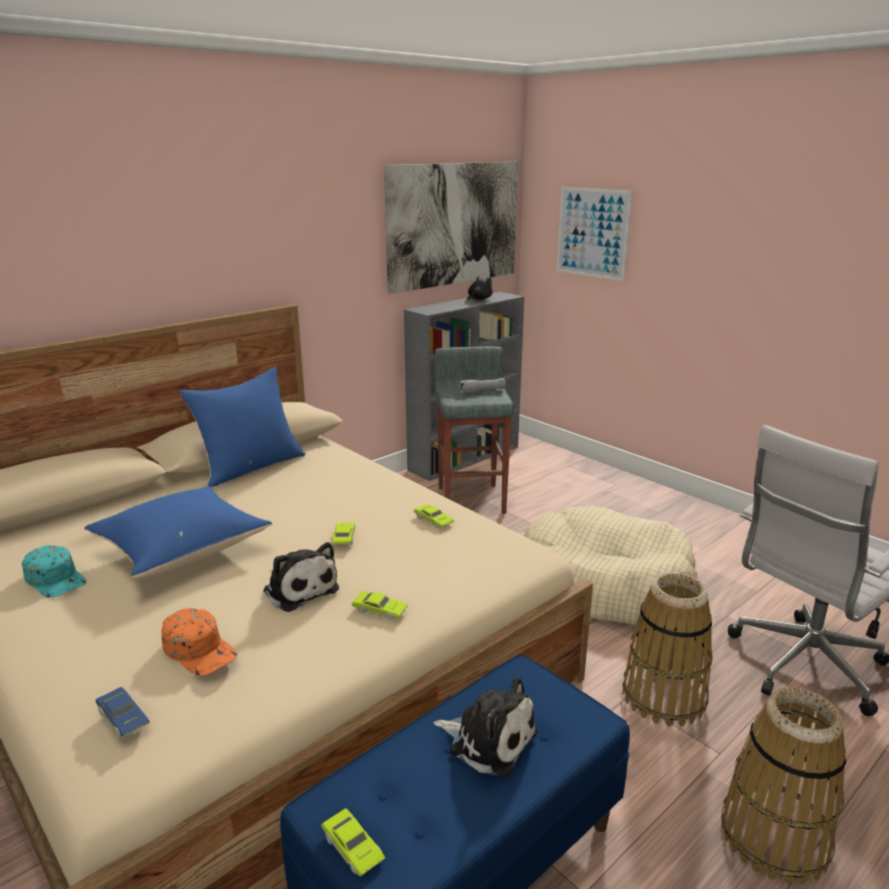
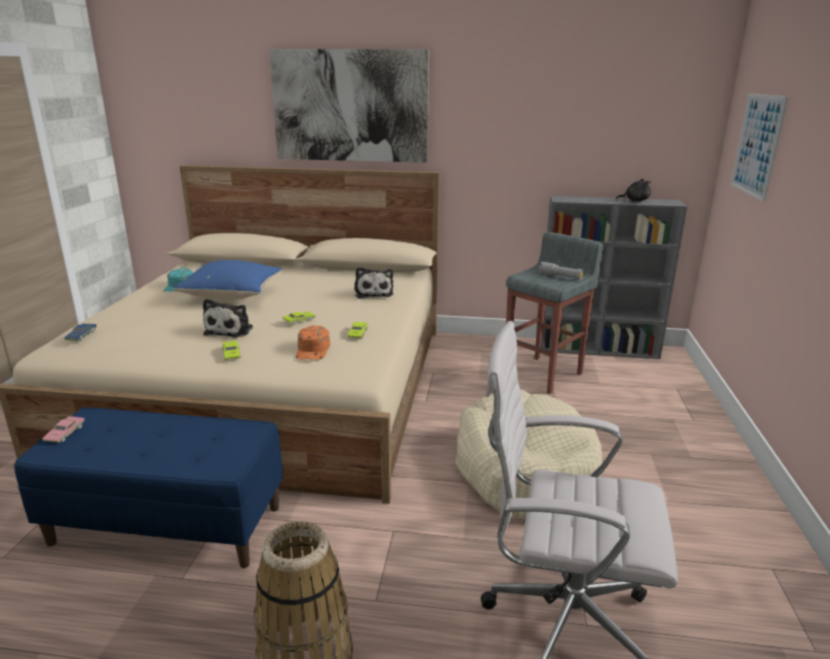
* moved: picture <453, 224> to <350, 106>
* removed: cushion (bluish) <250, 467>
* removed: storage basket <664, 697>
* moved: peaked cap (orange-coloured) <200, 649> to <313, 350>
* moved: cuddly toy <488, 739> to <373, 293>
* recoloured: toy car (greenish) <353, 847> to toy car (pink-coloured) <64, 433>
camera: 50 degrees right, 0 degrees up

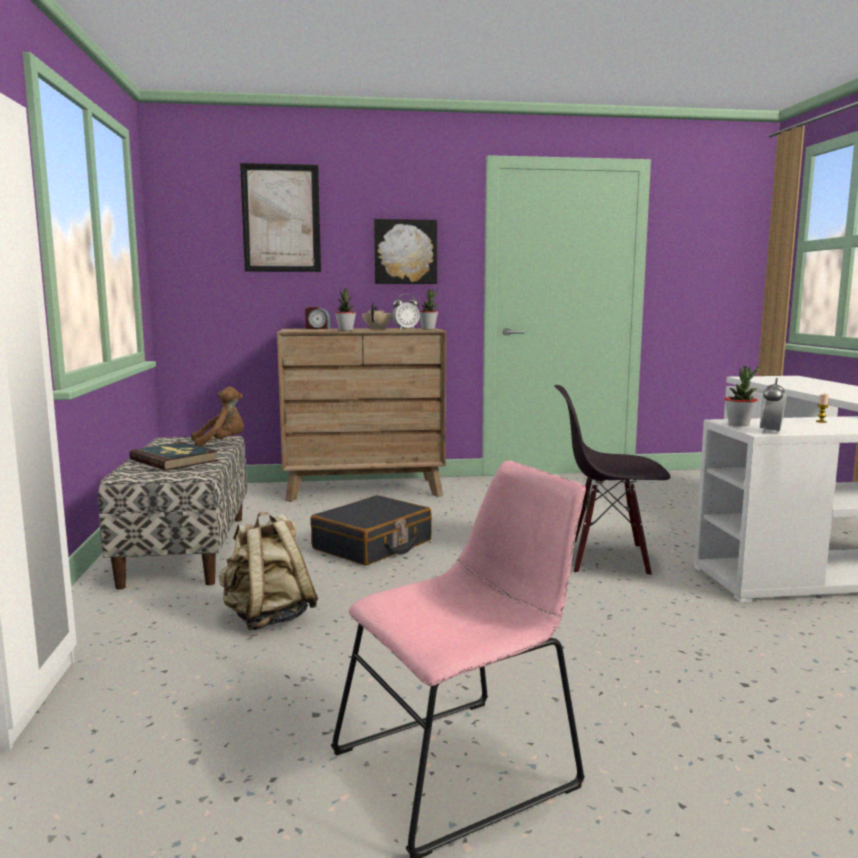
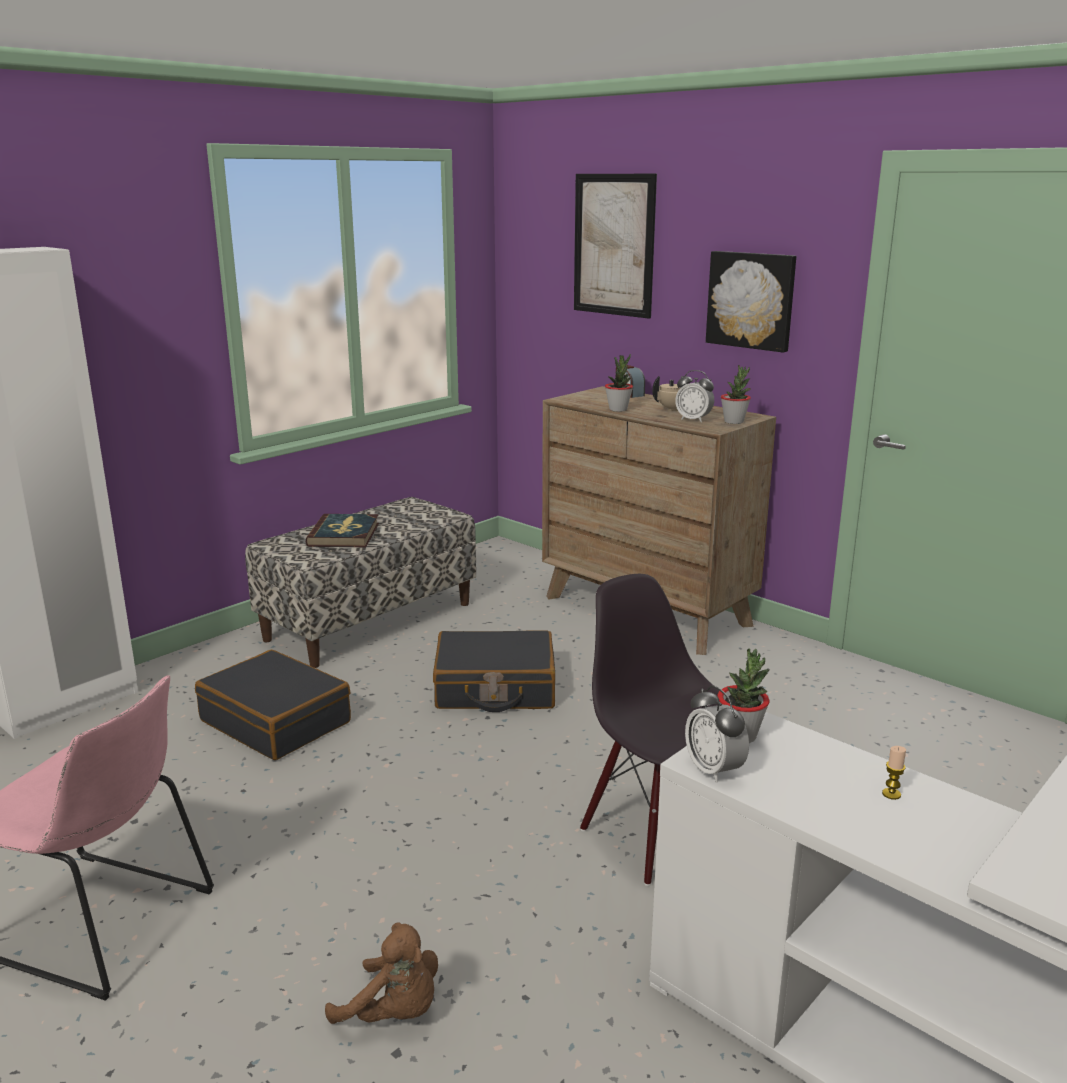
* turned: bedside clock <771, 432> = <714, 770> 105 degrees counterclockwise
* moved: cuddly toy (brown) <221, 444> to <393, 1013>
* replaced: backpack (beige) <268, 618> to travel case (black) <276, 721>
camera: 50 degrees right, 10 degrees up

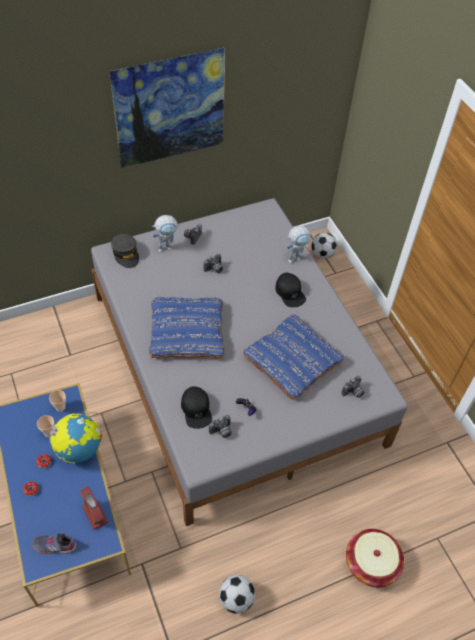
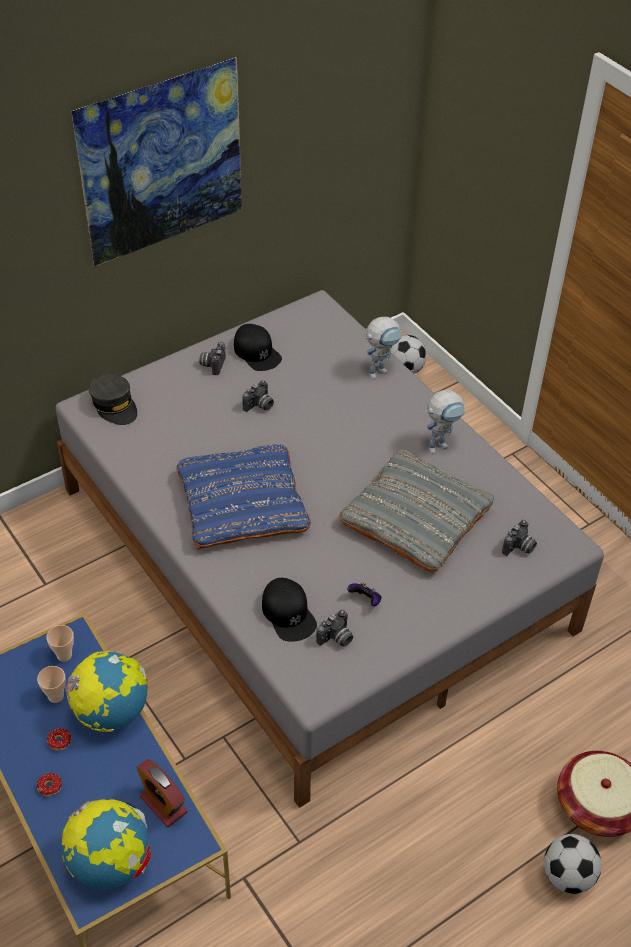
* moved: model robot <167, 247> to <440, 444>
* moved: peaked cap (black) <290, 292> to <257, 352>
* recoloured: cushion (bluish) <292, 360> to cushion (grey) <416, 517>
* replaced: shoe (grey) <55, 545> to globe <111, 863>
* moved: football <236, 599> to <567, 876>
camera: 10 degrees left, 5 degrees down

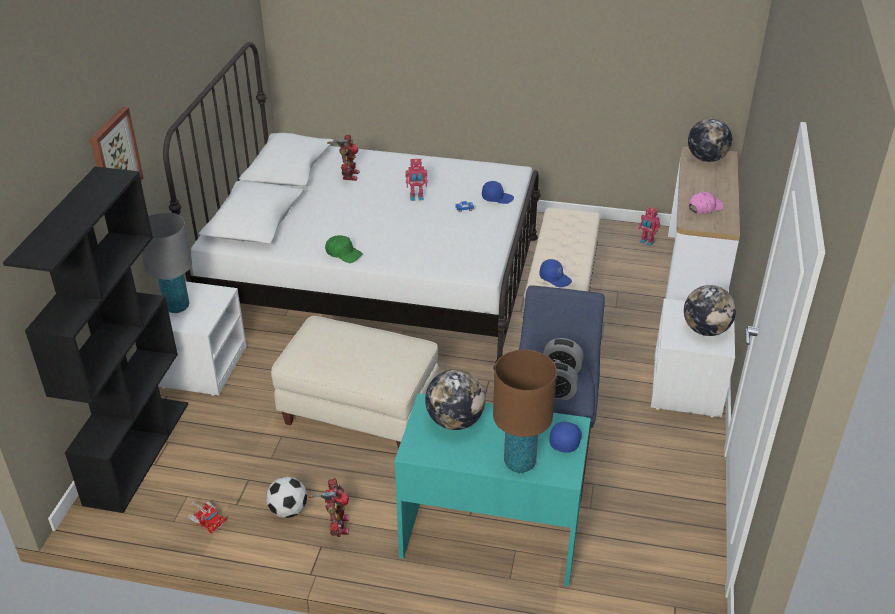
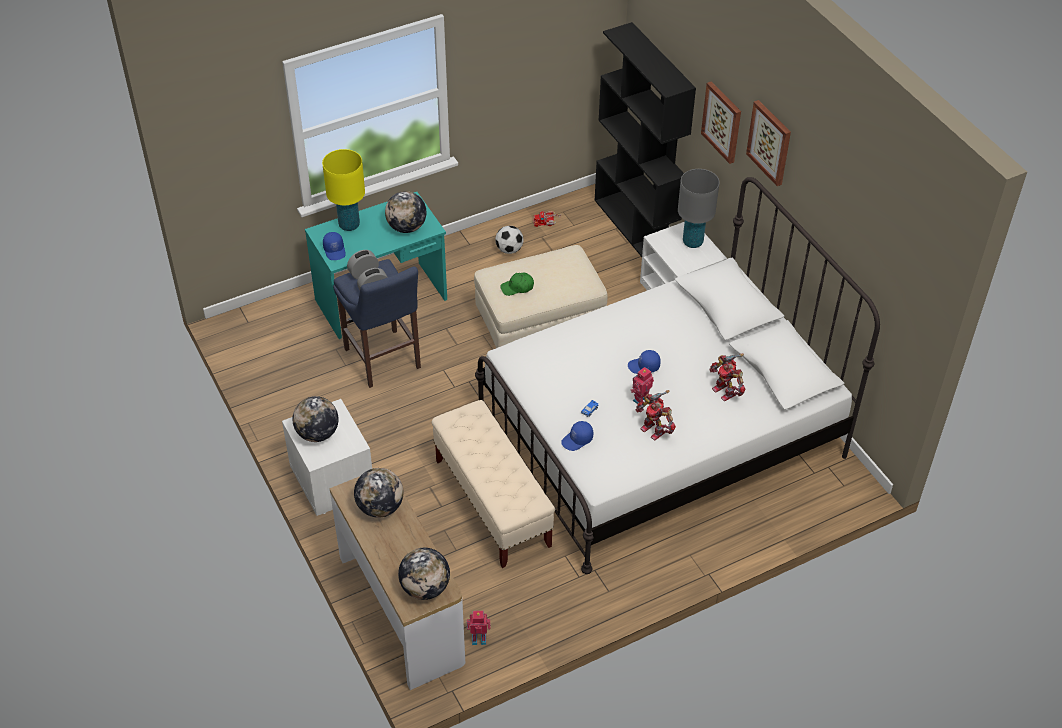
* replaced: peaked cap (pink-coloured) <704, 208> to globe <380, 507>
* moved: peaked cap (greenish) <343, 253> to <517, 287>
* moved: peaked cap (bluish) <555, 278> to <644, 366>
* recoloured: tabletop lamp (brown) <519, 462> to tabletop lamp (yellow) <349, 225>
* moved: model robot <337, 525> to <654, 429>
* added: picture <770, 142>
camera: 140 degrees right, 10 degrees up

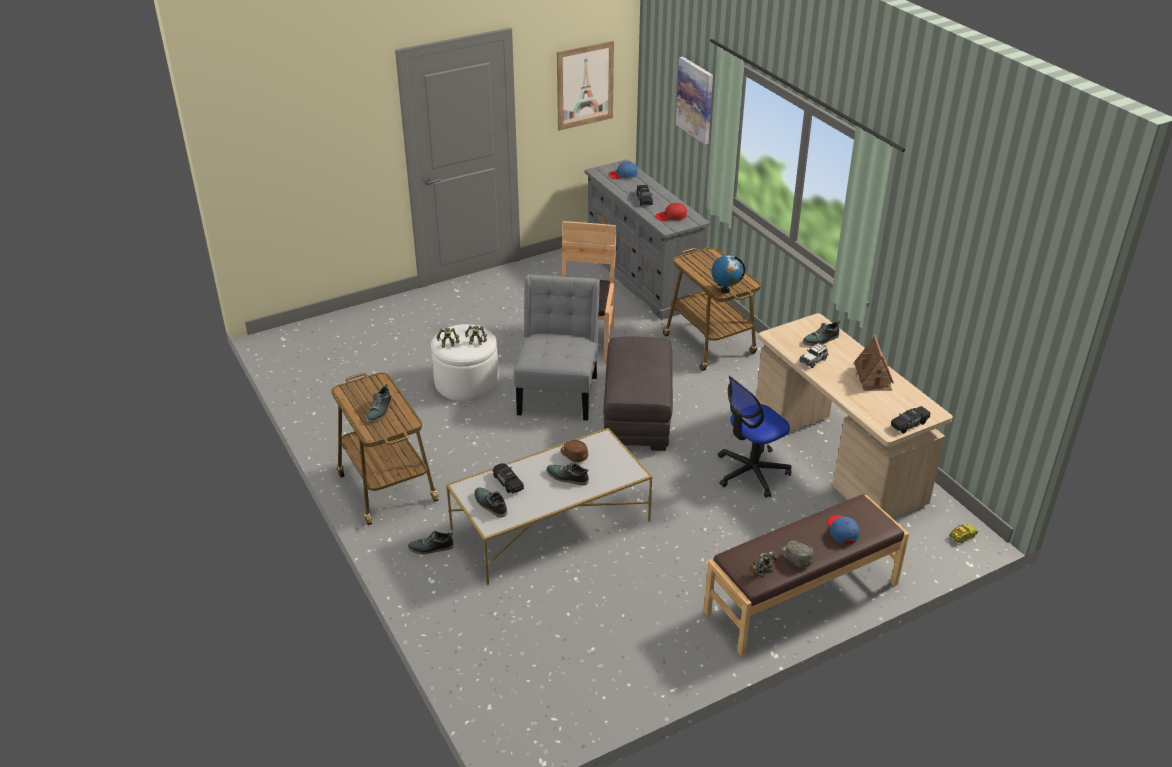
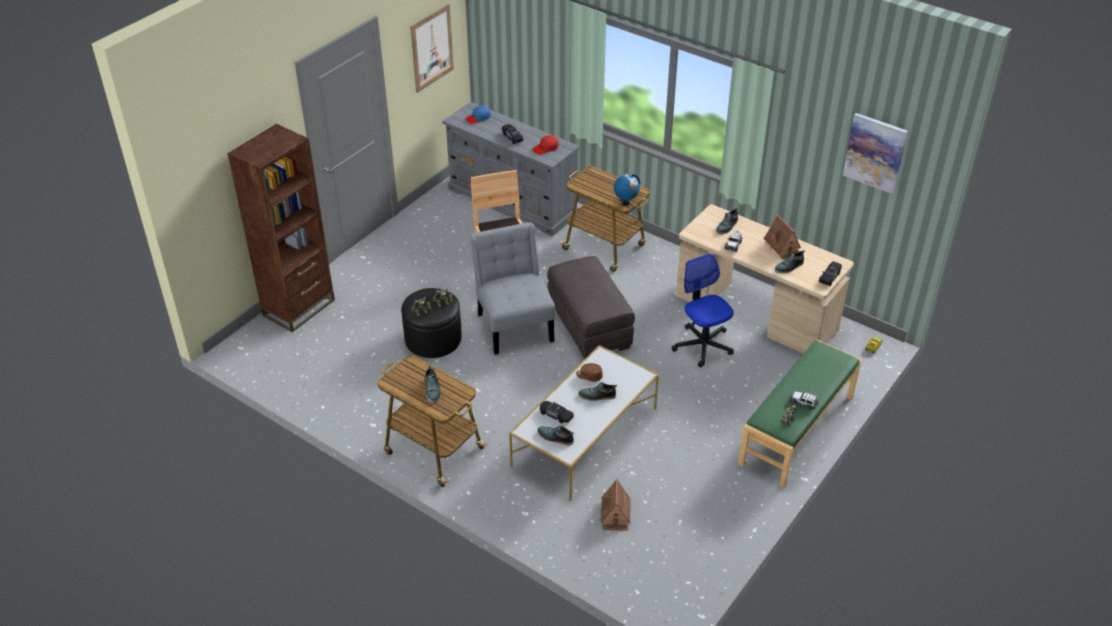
* moved: picture <695, 100> to <875, 152>
* recoloured: pouffe (white) <466, 382> to pouffe (black) <433, 339>
* turned: desk chair <751, 472> = <703, 345> 120 degrees clockwise
* recoloured: long seat (brown) <802, 598> to long seat (greenish) <797, 431>
* removed: peaked cap (bluish) <842, 531>
* moved: shoe <431, 548> to <789, 267>
* replaced: peaked cap (grey) <796, 557> to toy car <803, 403>
* added: bookshelf (brown) <299, 307>
* added: miniature house <615, 514>
camera: 25 degrees left, 5 degrees up

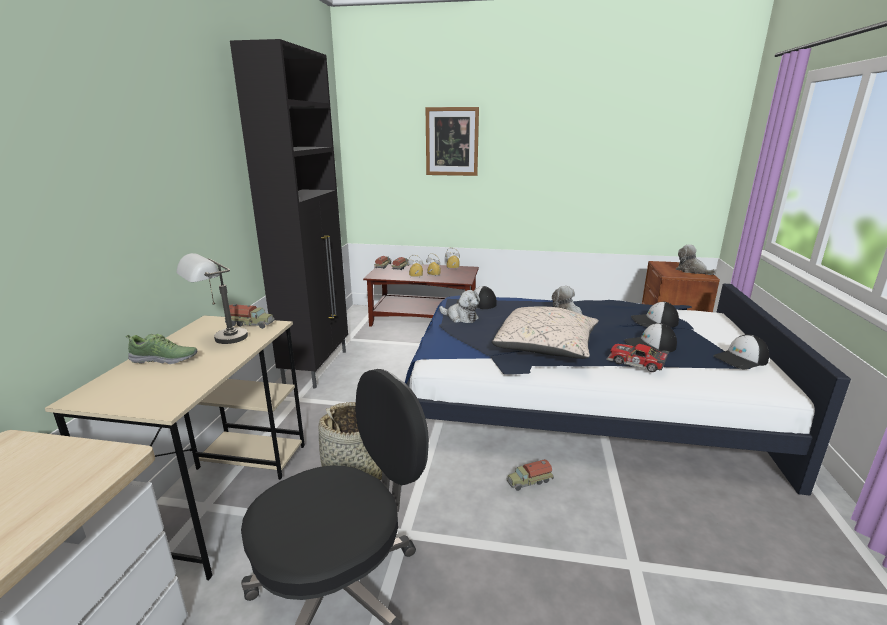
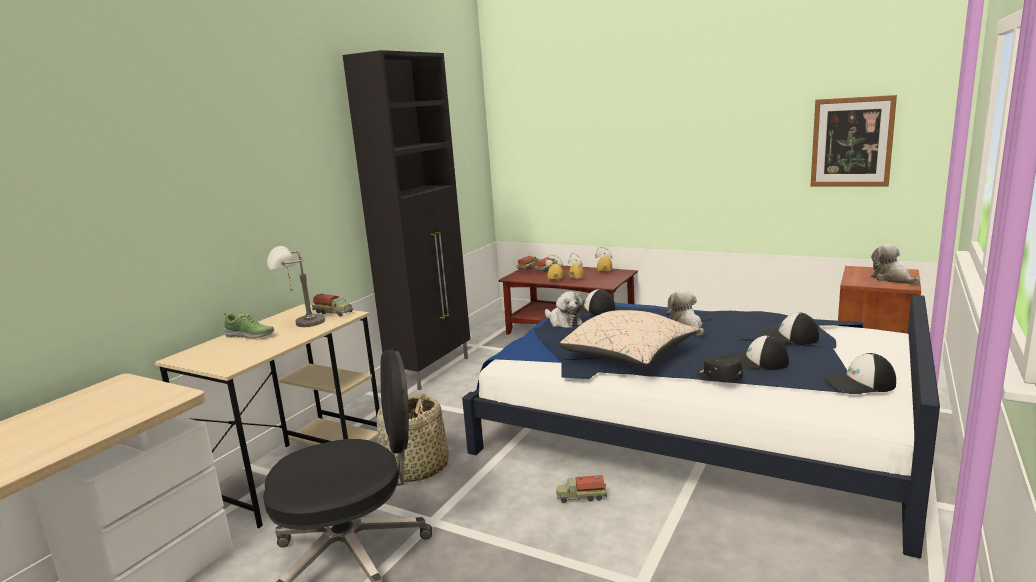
* moved: picture <452, 142> to <851, 142>
* replaced: toy car <635, 363> to peaked cap (black) <718, 378>
camera: 20 degrees right, 5 degrees down

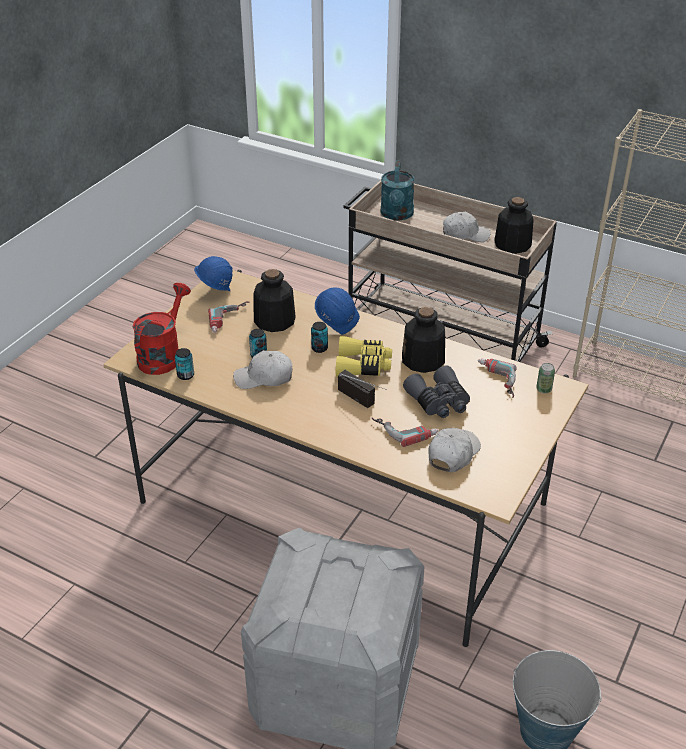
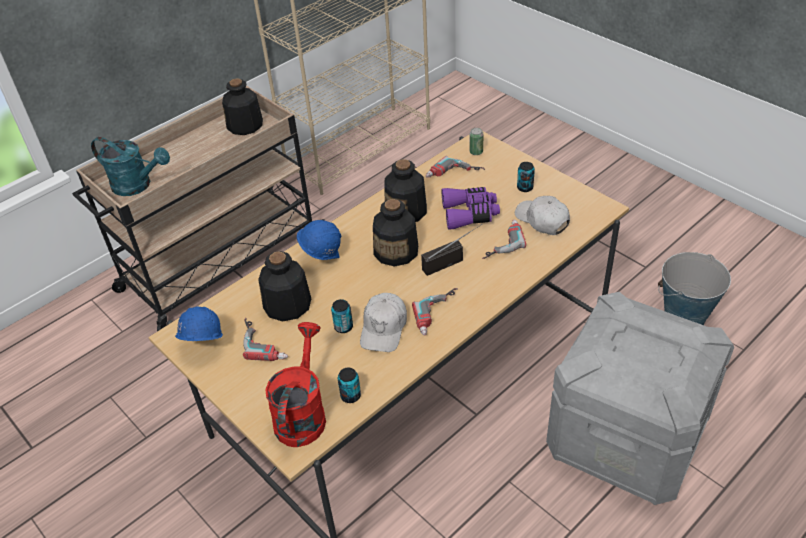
* removed: peaked cap (white) <465, 234>
* turned: watering can (red) <163, 355> = <302, 413> 60 degrees clockwise
* moved: sealed can <319, 348> to <525, 188>
* replaced: field glasses (yellow) <363, 365> to beverage bottle <396, 251>
* recoloured: field glasses (grey) <439, 402> to field glasses (purplish) <470, 214>
* added: drill <439, 314>
camera: 70 degrees left, 5 degrees up

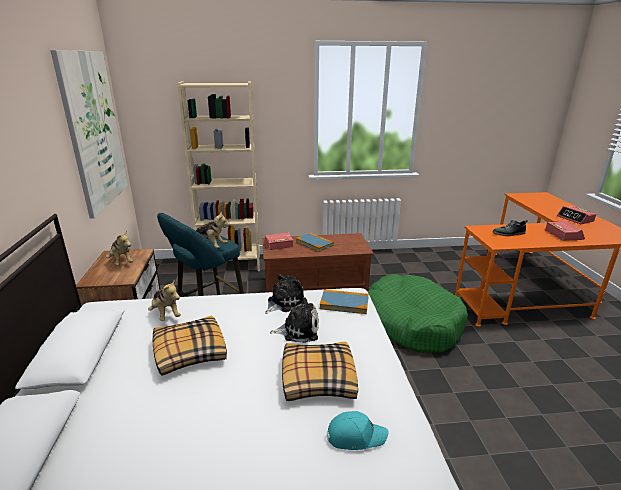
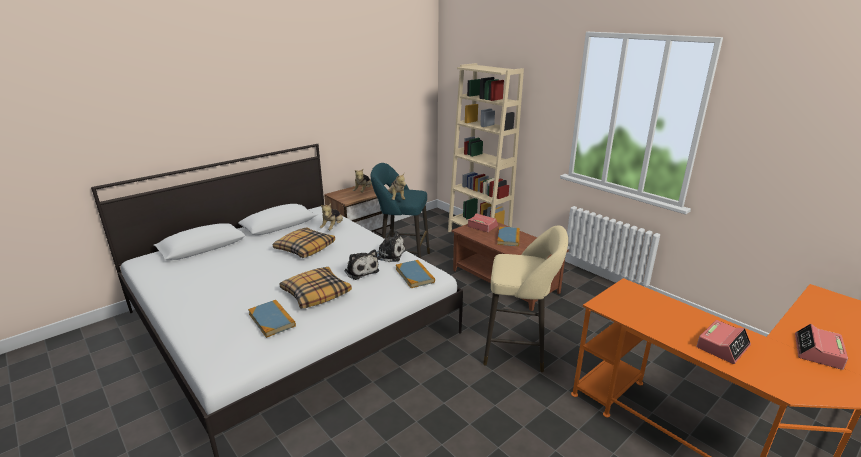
* removed: picture <94, 131>
* removed: shoe <509, 233>
* replaced: dog cushion (greenish) <411, 323> to stool (beige) <519, 350>
* replaced: peaked cap (blue-green) <355, 435> to volume <272, 320>
camera: 55 degrees right, 0 degrees up

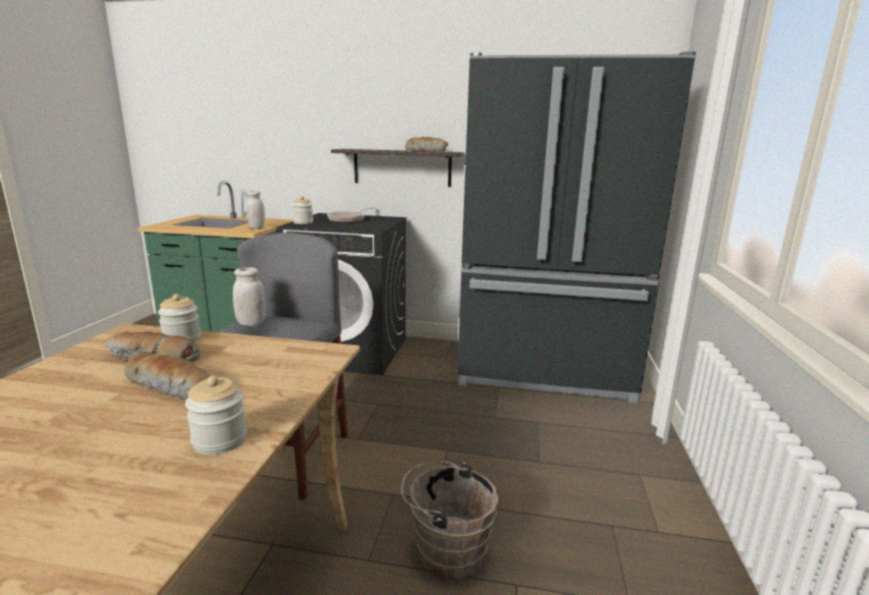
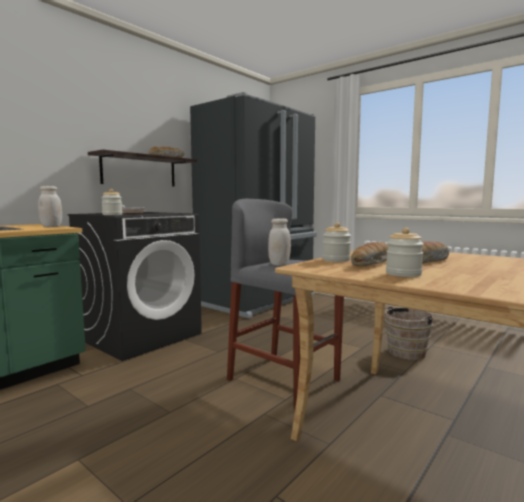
* moved: preserve jar <220, 440> to <403, 274>
camera: 60 degrees left, 10 degrees down

